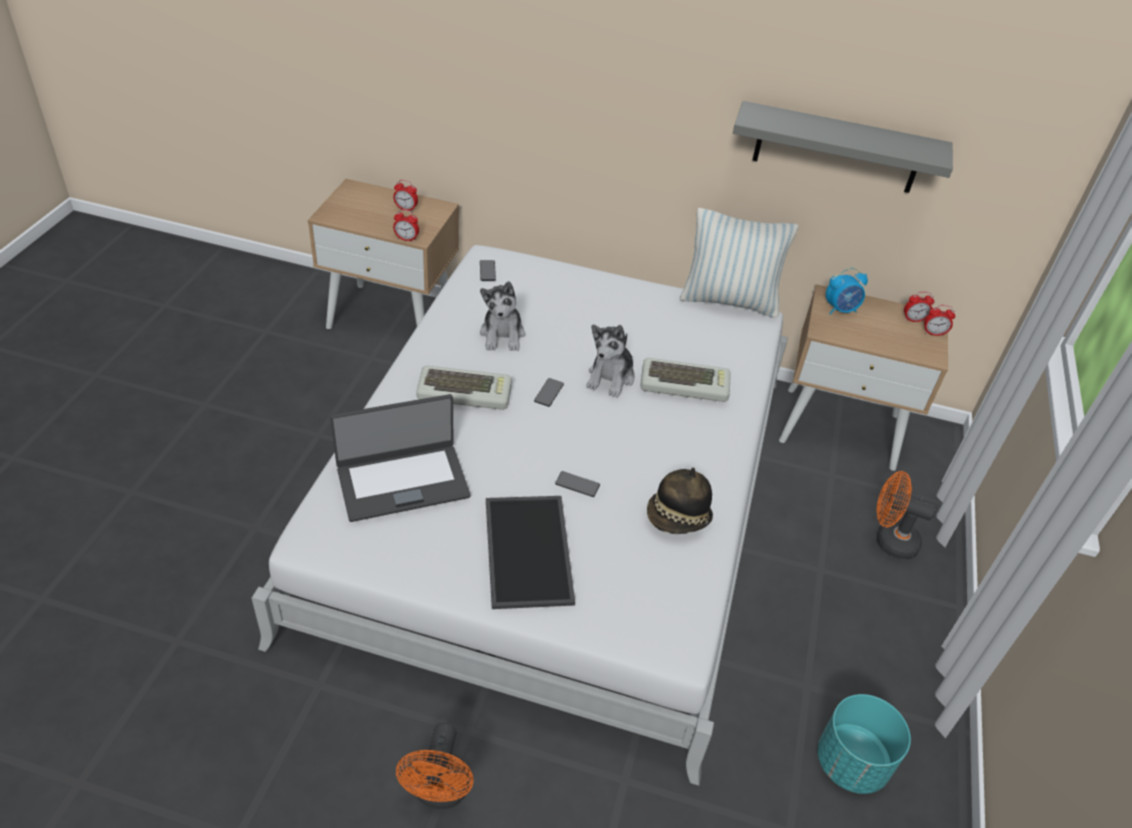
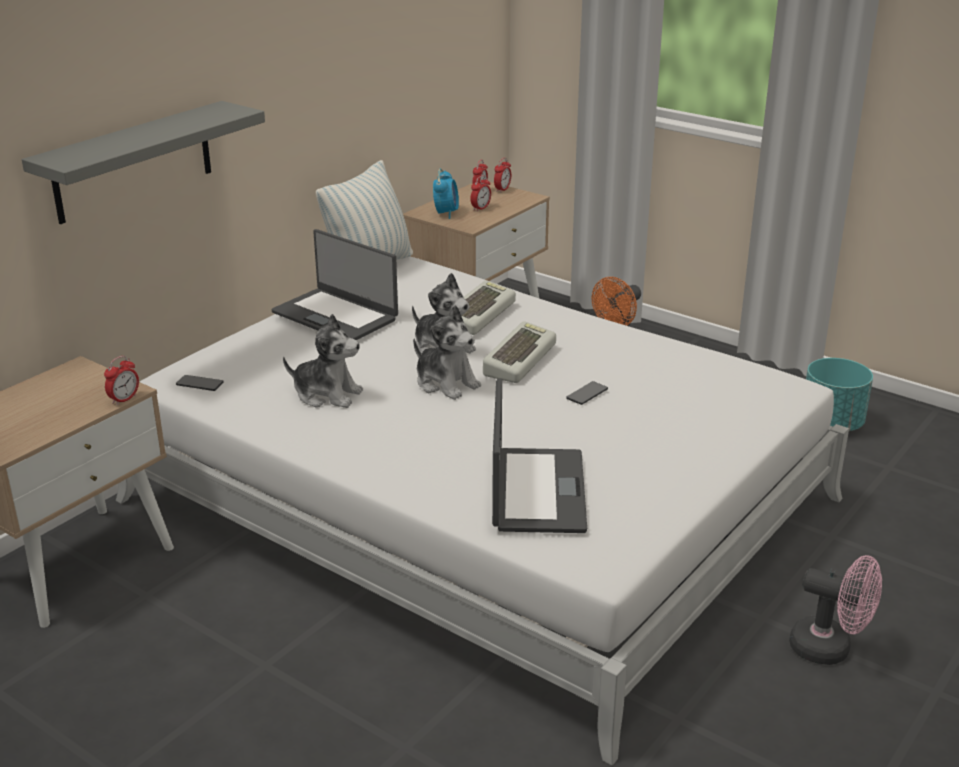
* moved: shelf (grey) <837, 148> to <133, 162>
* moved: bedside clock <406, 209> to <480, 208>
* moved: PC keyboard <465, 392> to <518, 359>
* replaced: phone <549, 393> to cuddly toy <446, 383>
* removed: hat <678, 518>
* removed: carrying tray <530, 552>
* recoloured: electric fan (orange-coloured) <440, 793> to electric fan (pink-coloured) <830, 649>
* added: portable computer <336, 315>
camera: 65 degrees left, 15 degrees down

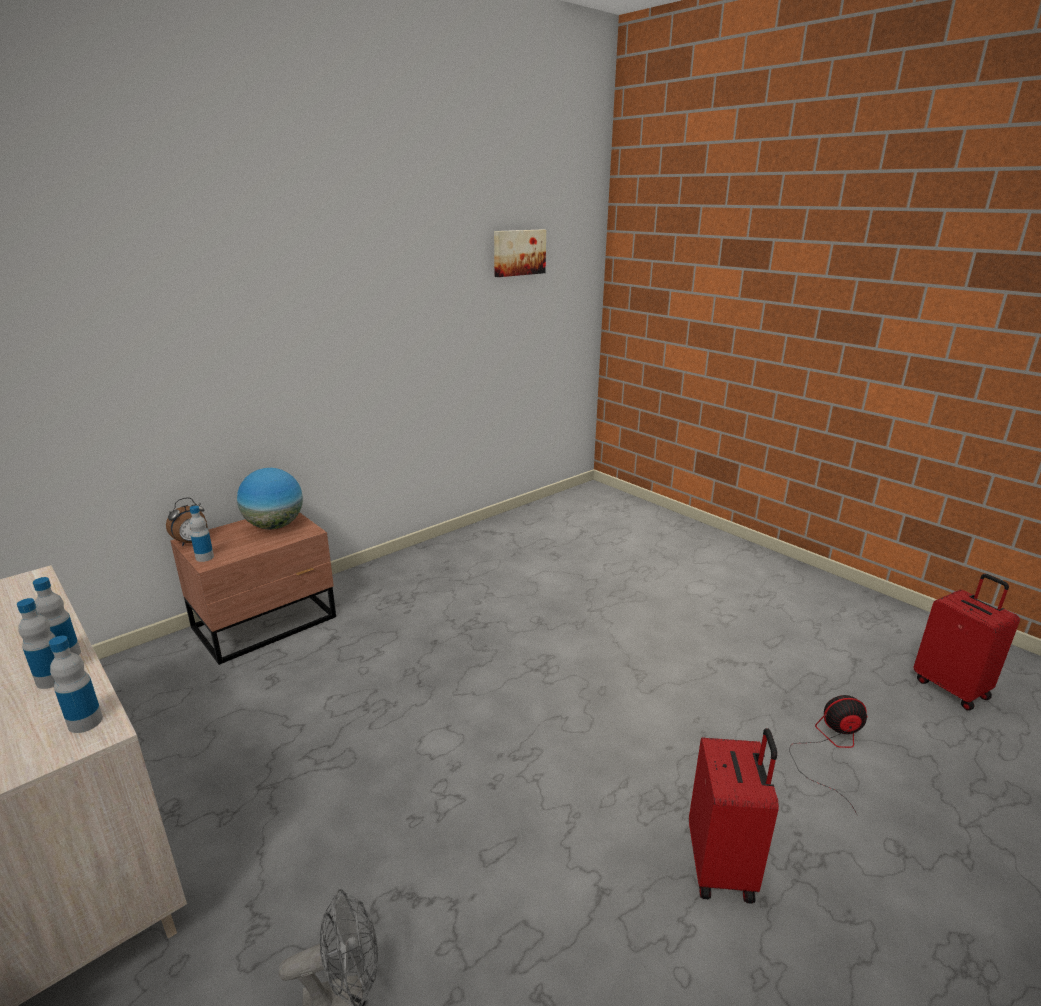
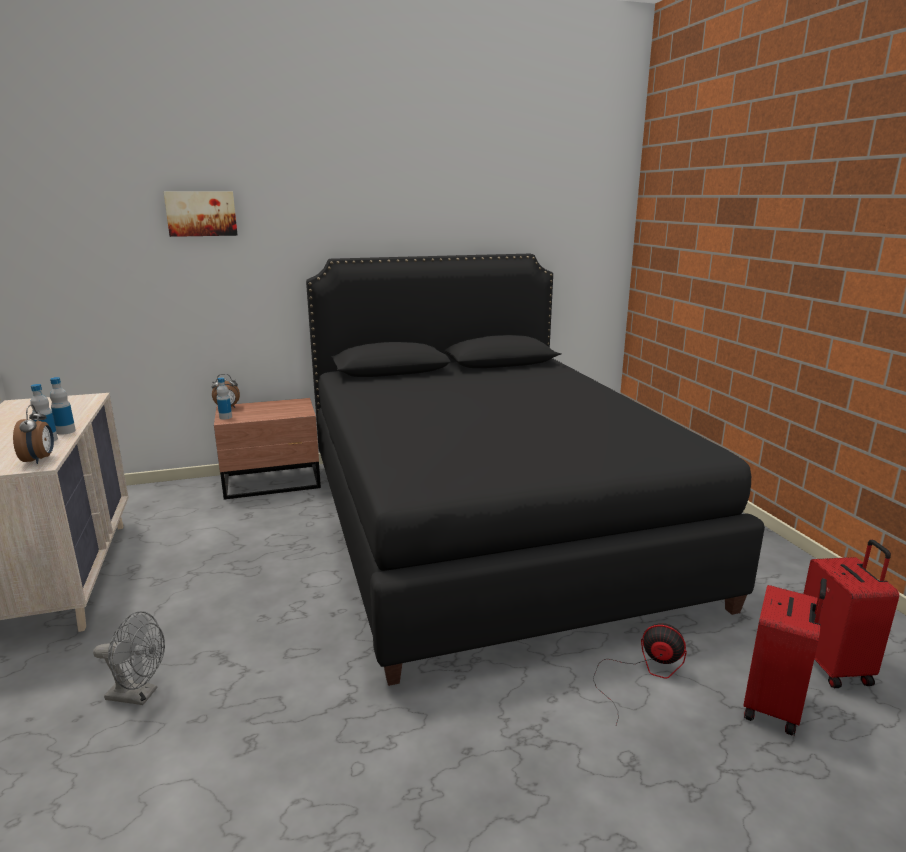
* moved: picture <518, 252> to <201, 213>
* removed: globe <274, 526>
* replaced: beverage bottle <85, 722> to bedside clock <39, 459>
* moved: travel case (red) <722, 866> to <774, 707>
* added: bedroom bed (black) <487, 523>
camera: 25 degrees right, 5 degrees down

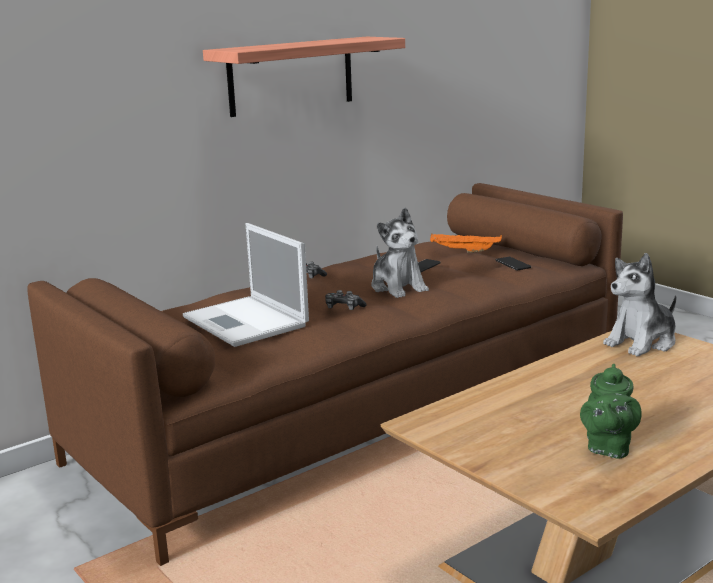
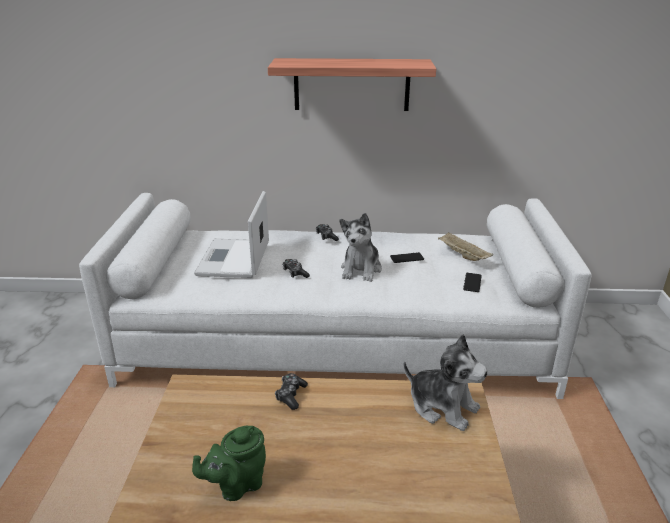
* recoloured: settee (brown) <361, 411> to settee (white) <335, 342>
* recoloured: carrying tray (orange-coloured) <464, 251> to carrying tray (beige) <462, 255>
* turned: cuddly toy <642, 342> = <442, 406> 150 degrees counterclockwise
* added: joypad <291, 395>
camera: 40 degrees right, 10 degrees up

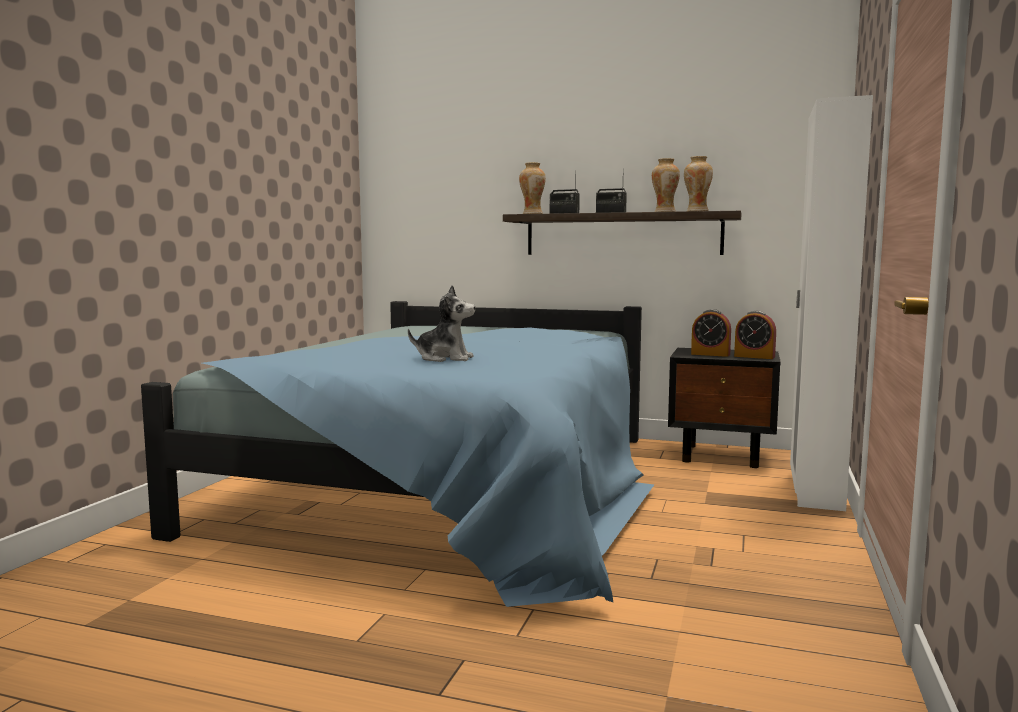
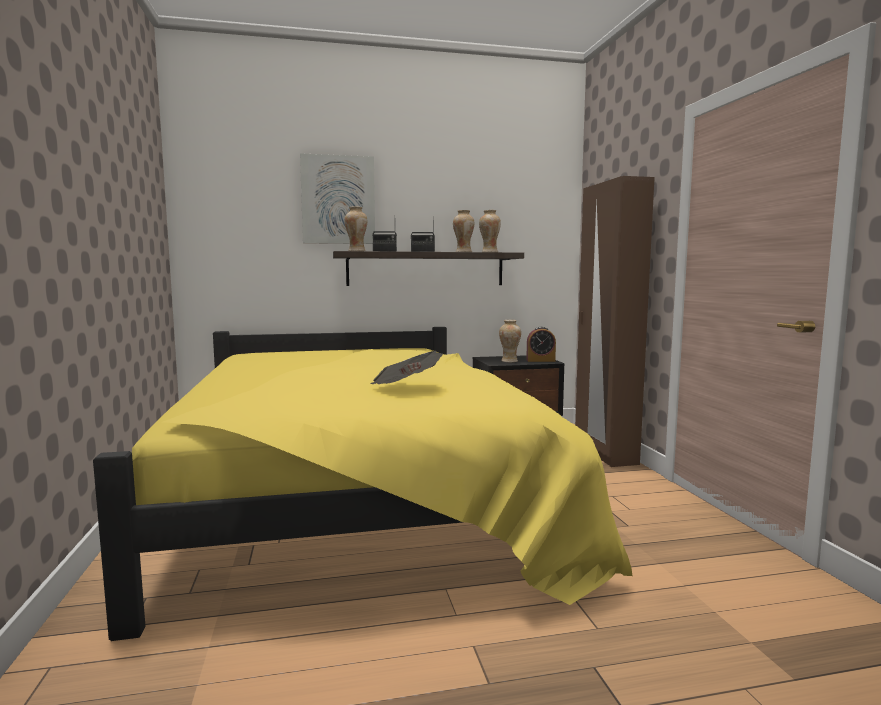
* recoloured: clothes cupboard (white) <815, 492> to clothes cupboard (brown) <605, 454>
* replaced: cuddly toy <444, 358> to newspaper <406, 388>
* recoloured: bedroom bed (bluish) <455, 485> to bedroom bed (yellow) <359, 499>
* replaced: bedside clock <710, 354> to flower vase <509, 361>
* added: picture <338, 200>
camera: 30 degrees left, 0 degrees up

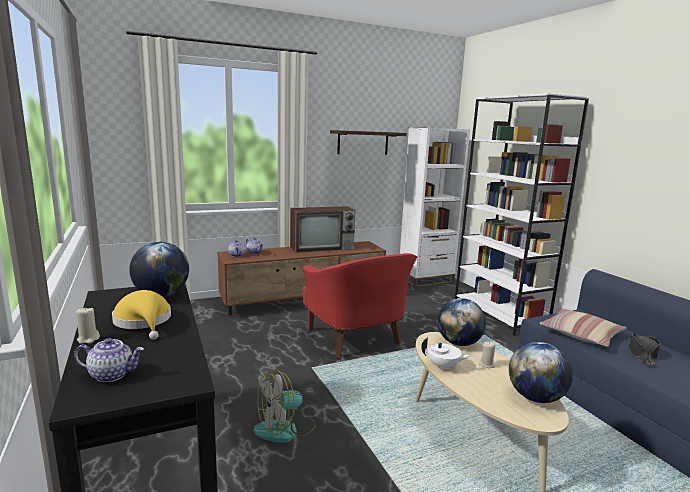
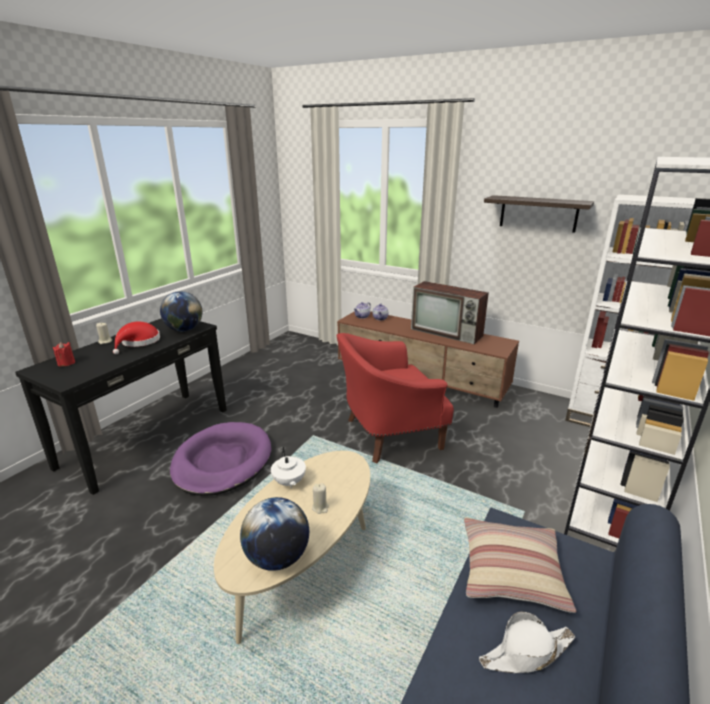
* turned: easy chair (red) <355, 339> = <388, 434> 45 degrees clockwise
* recoloured: hat (yellow) <144, 321> to hat (red) <139, 342>
* removed: globe <458, 343>
* recoloured: hat (black) <642, 353> to hat (white) <526, 653>
* replaced: pot for tea <112, 374> to candle (red) <66, 363>
* replaced: electric fan <285, 429> to dog cushion (purplish) <222, 461>
camera: 55 degrees right, 10 degrees up

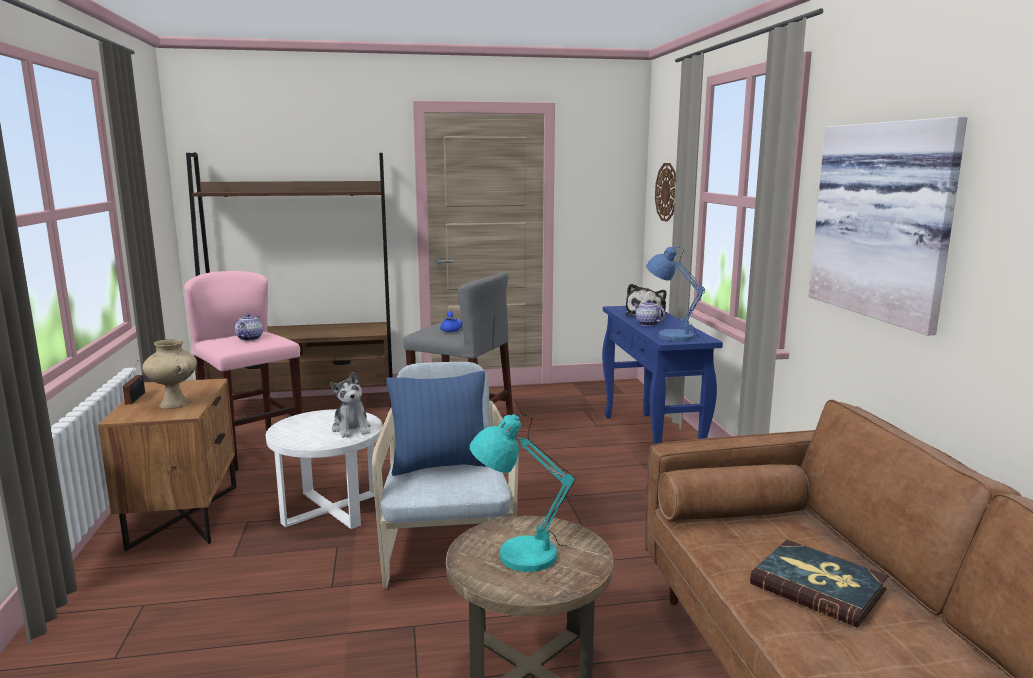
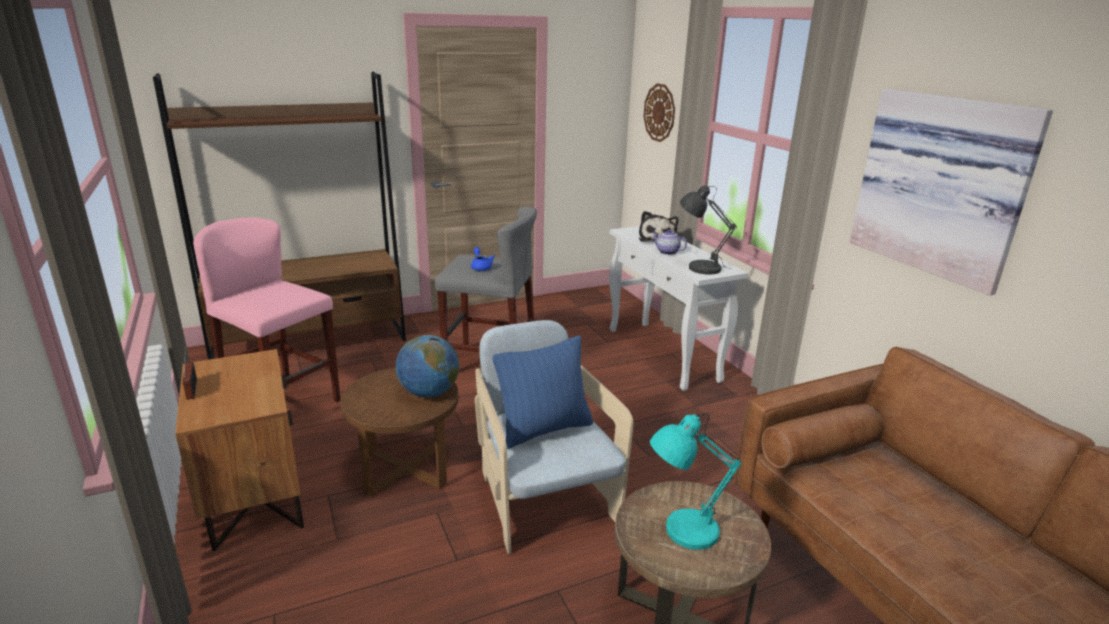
* recoloured: tabletop lamp (bluish) <671, 336> to tabletop lamp (grey) <700, 268>
* recoloured: narrow table (bluish) <651, 441> to narrow table (white) <663, 355>
* removed: pot for tea <249, 338>
* removed: flower vase (beige) <175, 404>
* replaced: cuddly toy <352, 429> to globe <429, 393>
* recoloured: accent table (white) <330, 508> to accent table (brown) <406, 468>
* removed: volume <818, 586>
camera: 15 degrees left, 10 degrees up

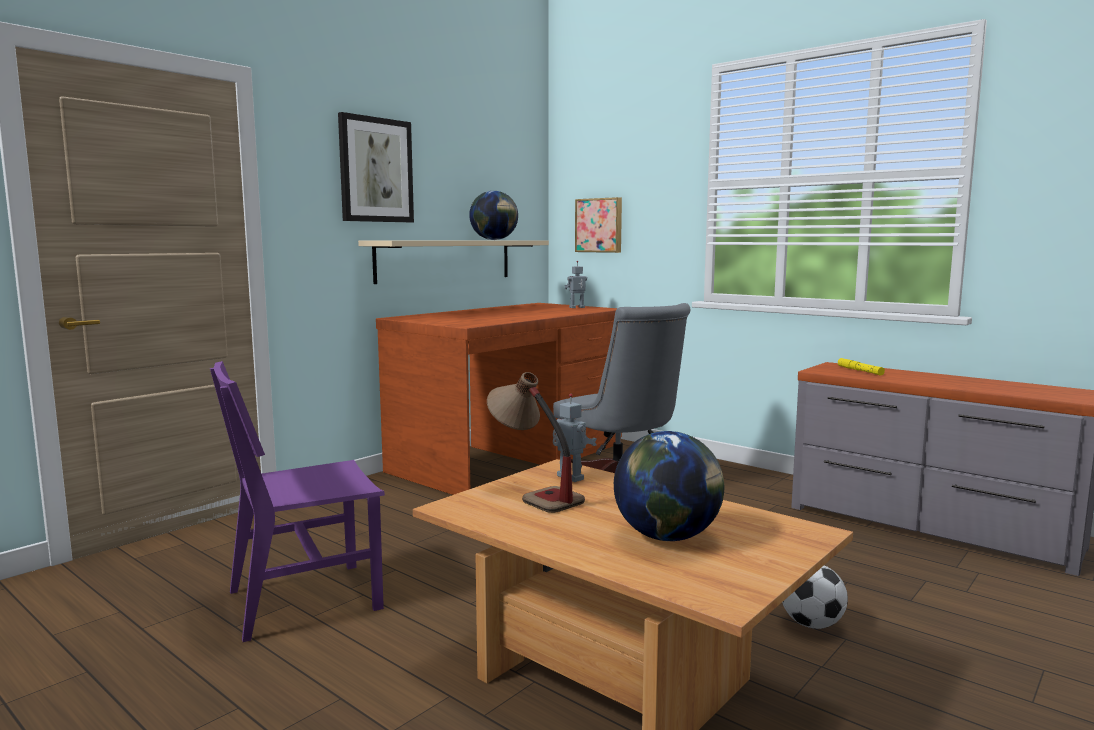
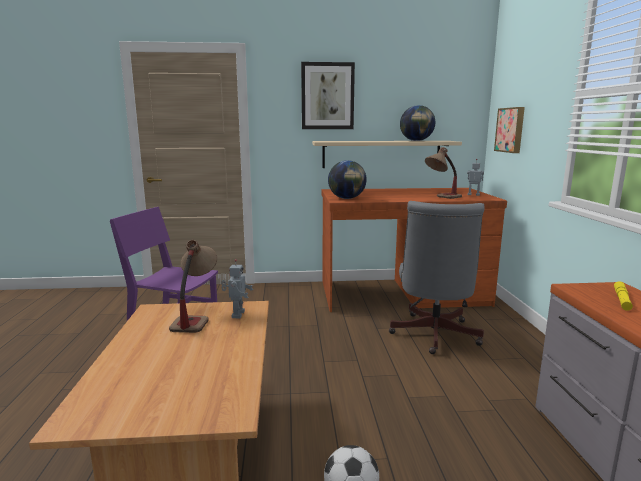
* moved: globe <667, 536> to <347, 198>
* added: tabletop lamp <442, 198>
camera: 45 degrees right, 5 degrees up

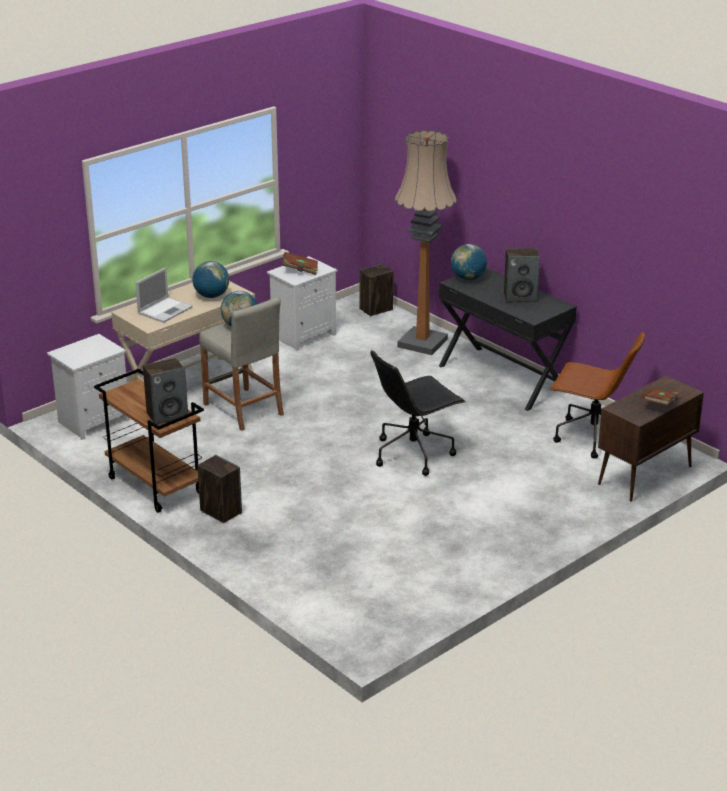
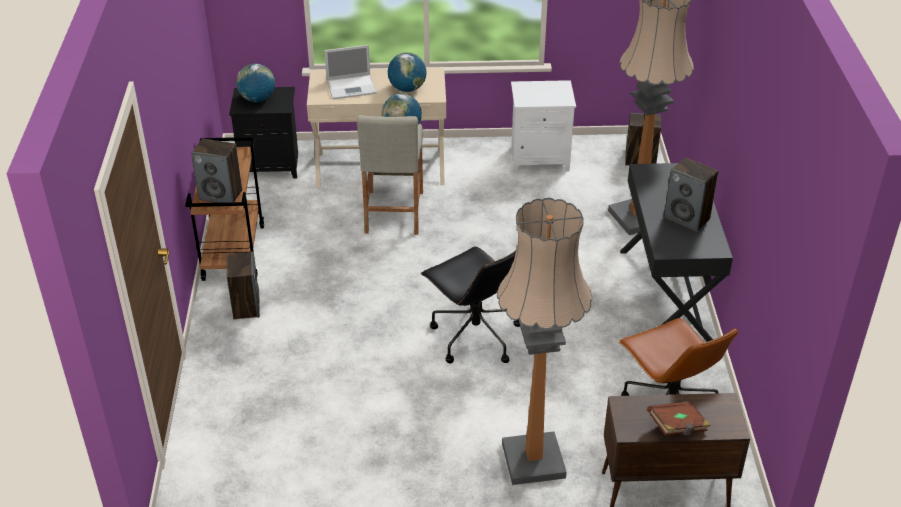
* moved: globe <468, 278> to <257, 99>
* removed: volume (brown) <300, 270>
* recoloured: bedside table (white) <94, 420> to bedside table (black) <271, 165>
* turned: desk chair (black) <414, 453> = <474, 336> 135 degrees counterclockwise
* added: floor lamp <533, 460>
camera: 40 degrees right, 10 degrees up

